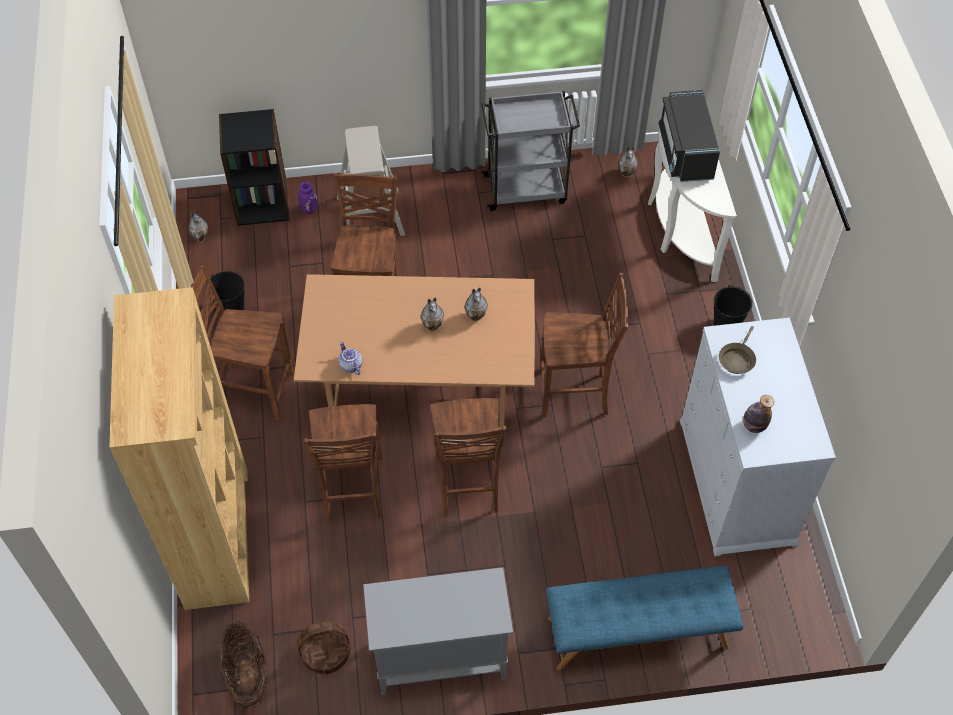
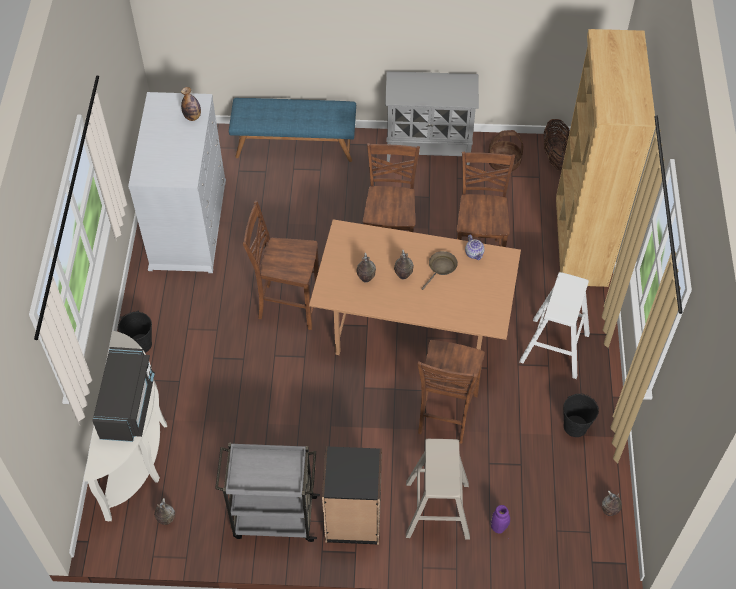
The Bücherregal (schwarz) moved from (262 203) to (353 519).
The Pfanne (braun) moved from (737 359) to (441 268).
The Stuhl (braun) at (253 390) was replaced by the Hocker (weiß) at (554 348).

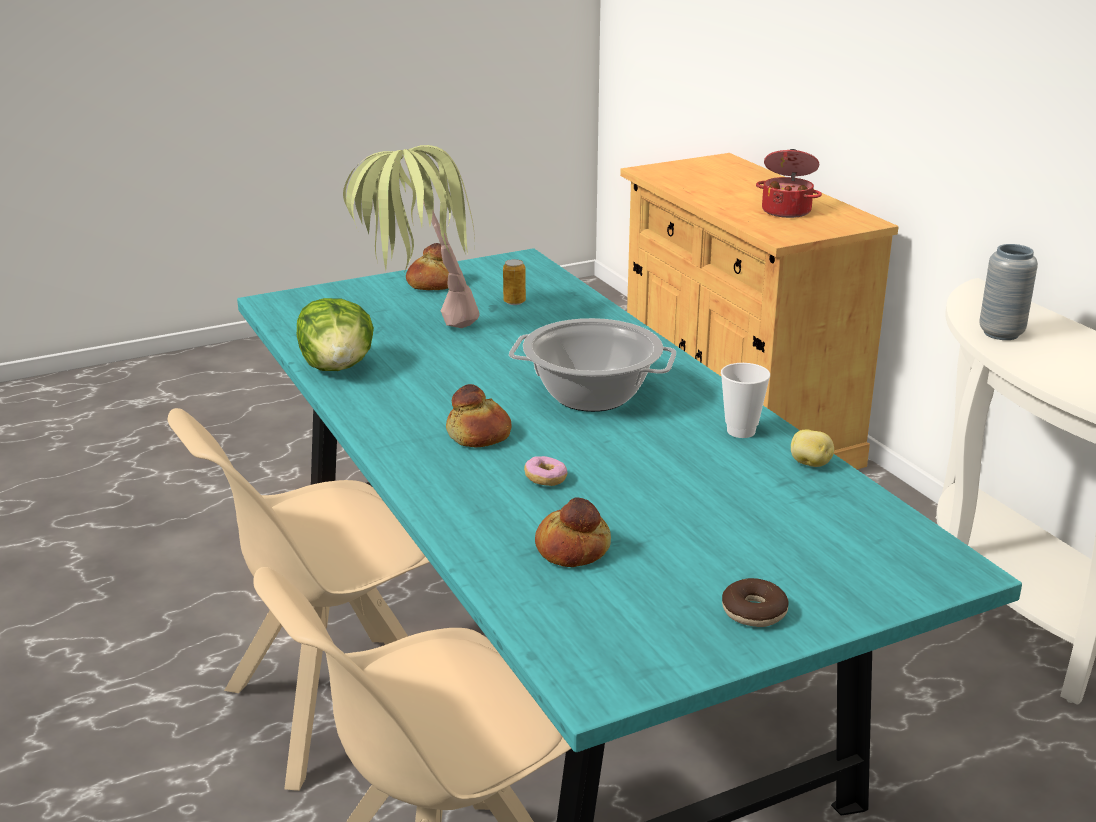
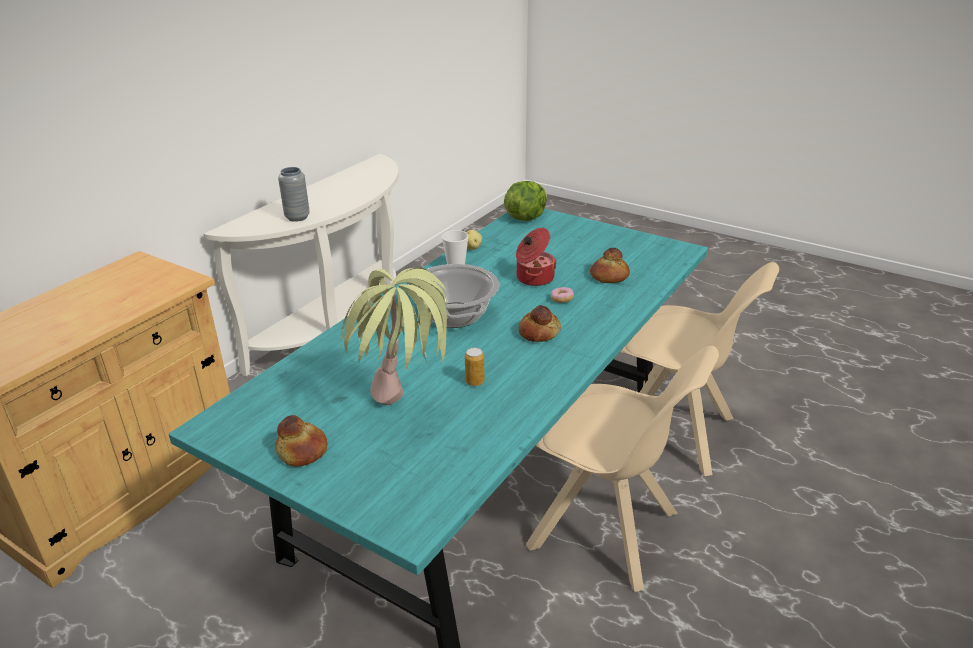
The Donut at (754 612) disappeared.
The Salatkopf moved from (338 367) to (525 217).
The Dose moved from (514 302) to (475 382).
The Kochtopf moved from (787 210) to (534 278).

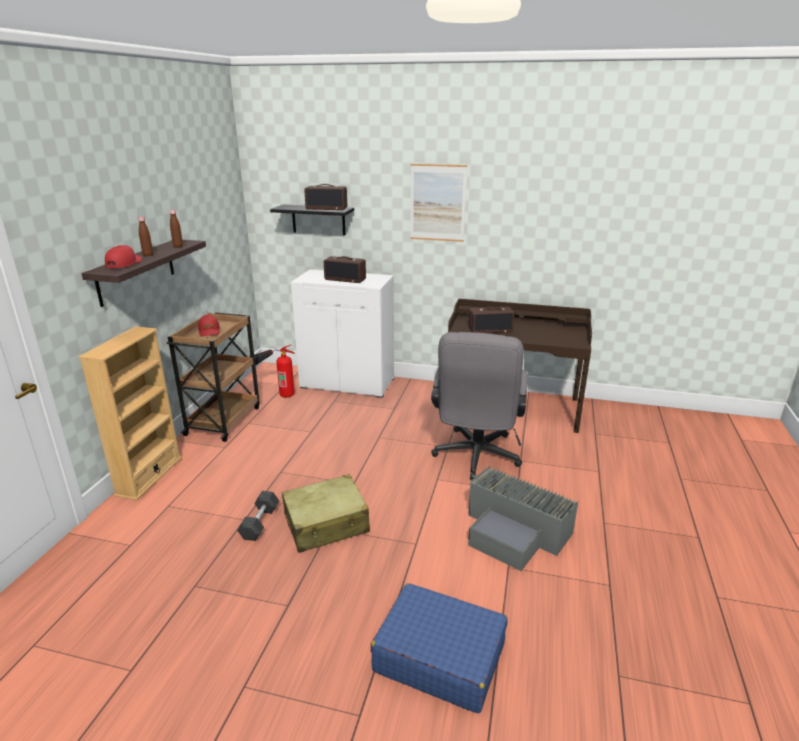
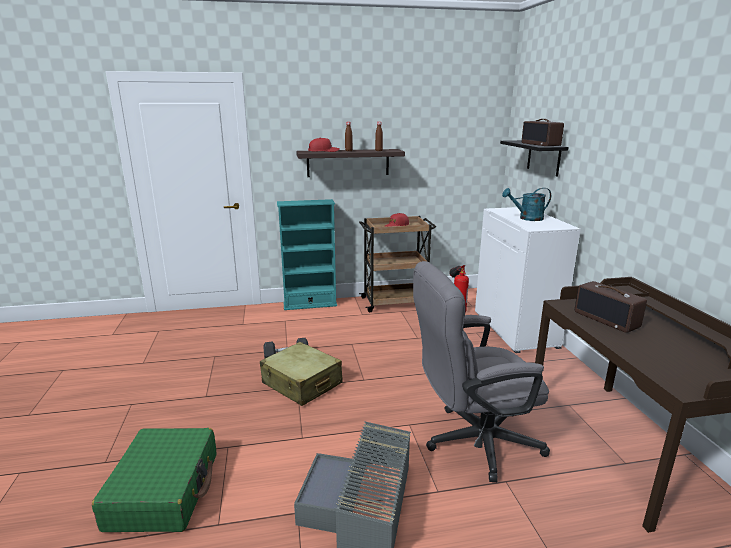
The Bild at (437 203) disappeared.
The Radio at (345 279) was replaced by the Gießkanne (türkis) at (527 218).
The Bücherregal (beige) at (149 476) became the Bücherregal (türkis) at (310 304).
The Koffer (blau) at (439 657) became the Koffer (grün) at (164 490).

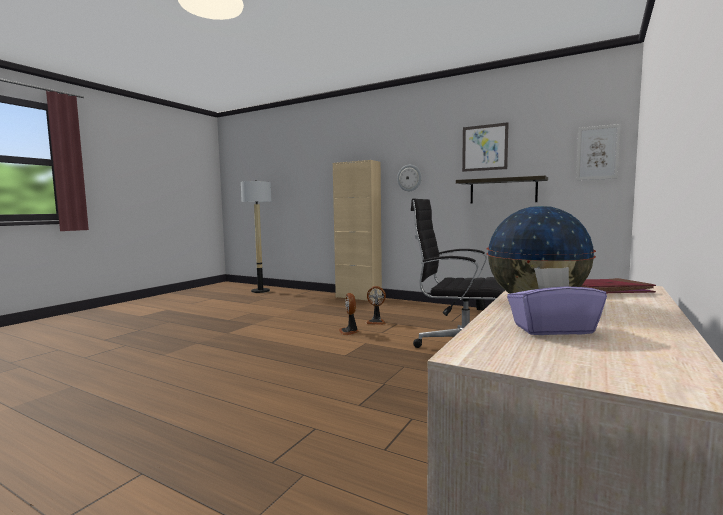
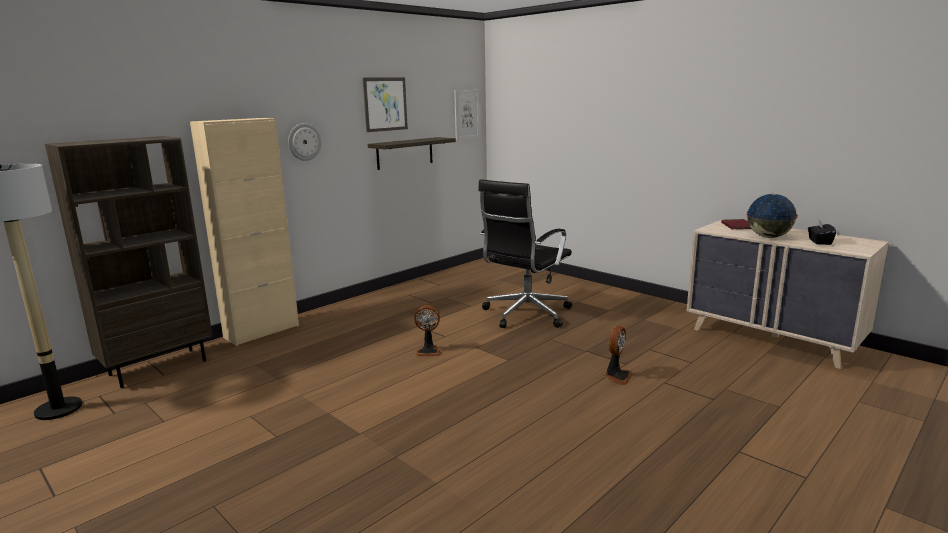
The Bücherregal (braun) at (159 367) appeared.
The Ventilator moved from (376 322) to (617 376).
The Taschentuchbox (lila) at (552 329) became the Taschentuchbox (schwarz) at (819 242).

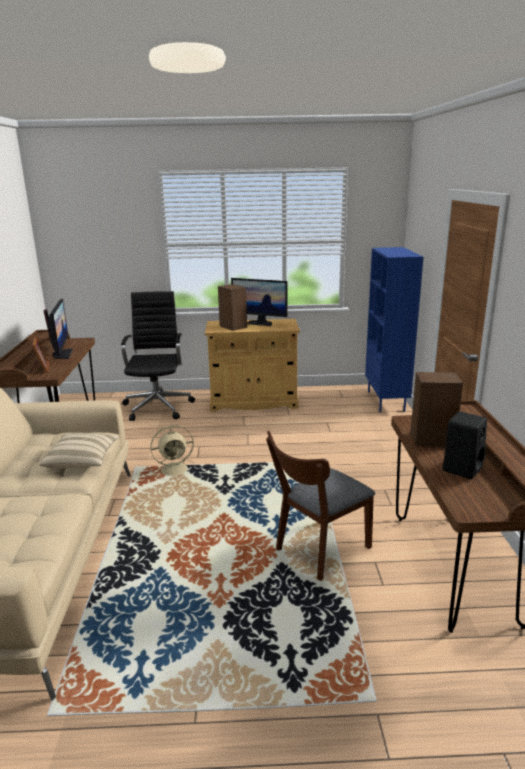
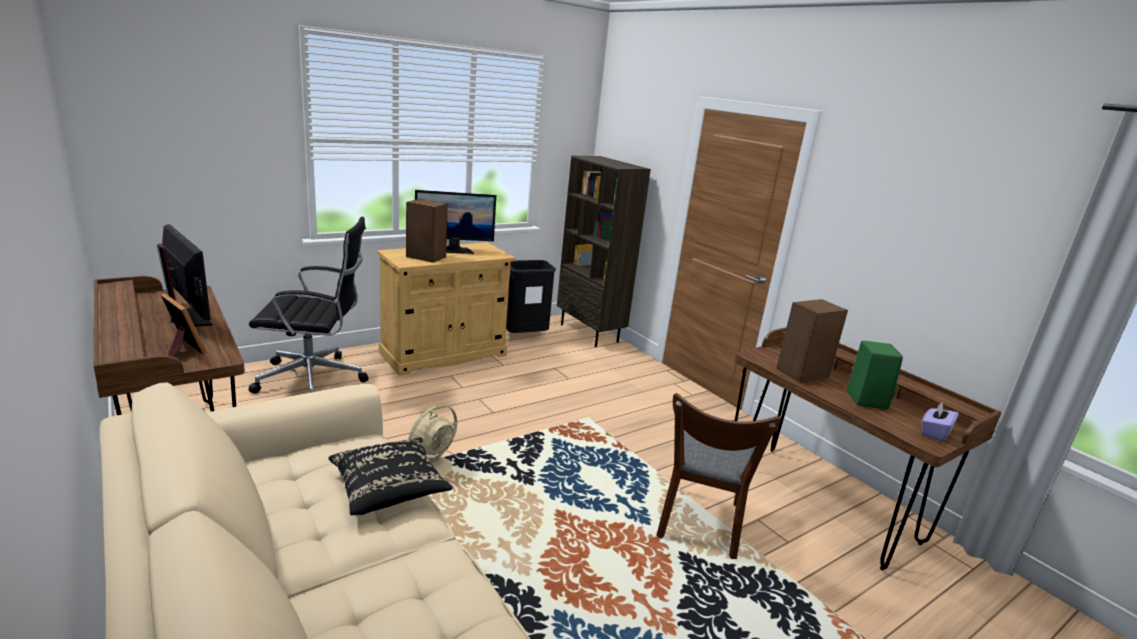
The Mülleimer (schwarz) at (524 336) appeared.
The Taschentuchbox (lila) at (934 432) appeared.
The Kissen (beige) at (82 461) became the Kissen (schwarz) at (389 490).
The Bücherregal (blau) at (386 401) became the Bücherregal (braun) at (590 333).
The Lautsprecher (schwarz) at (462 468) became the Lautsprecher (grün) at (865 399).
The Bürostuhl (schwarz) at (158 406) turned 120 degrees clockwise.

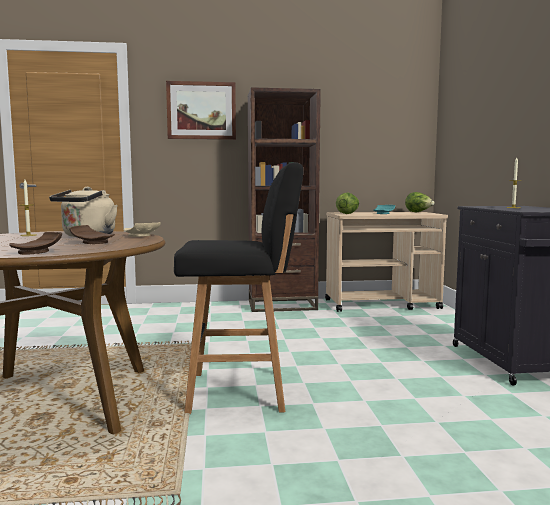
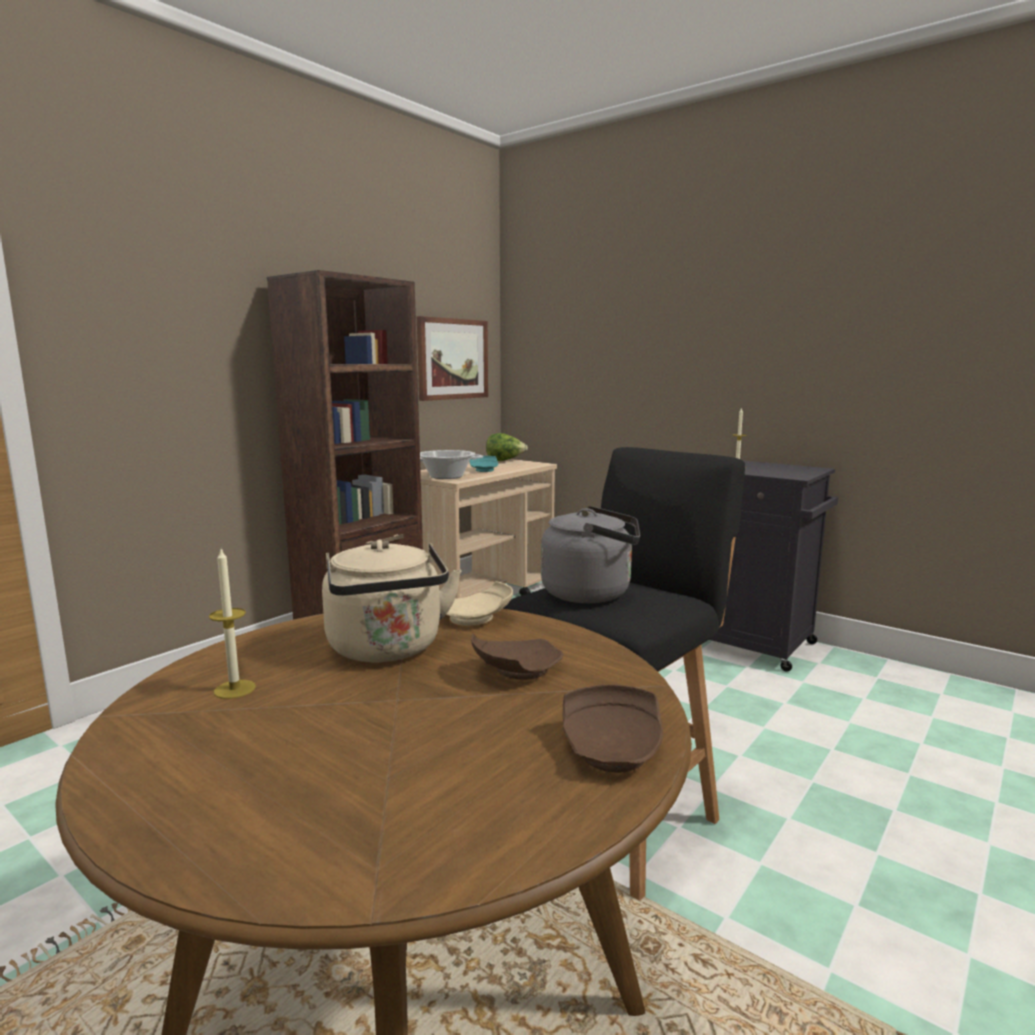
The Wasserkessel (grau) at (592 593) appeared.
The Bild moved from (201 111) to (452 359).
The Salatkopf at (348 214) was replaced by the Kochtopf at (446 476).

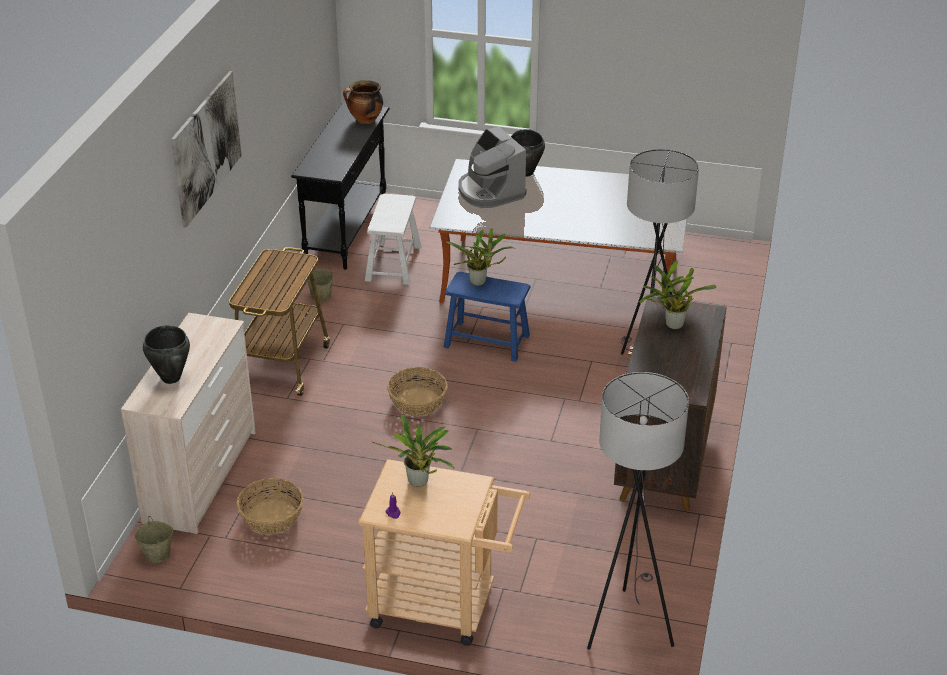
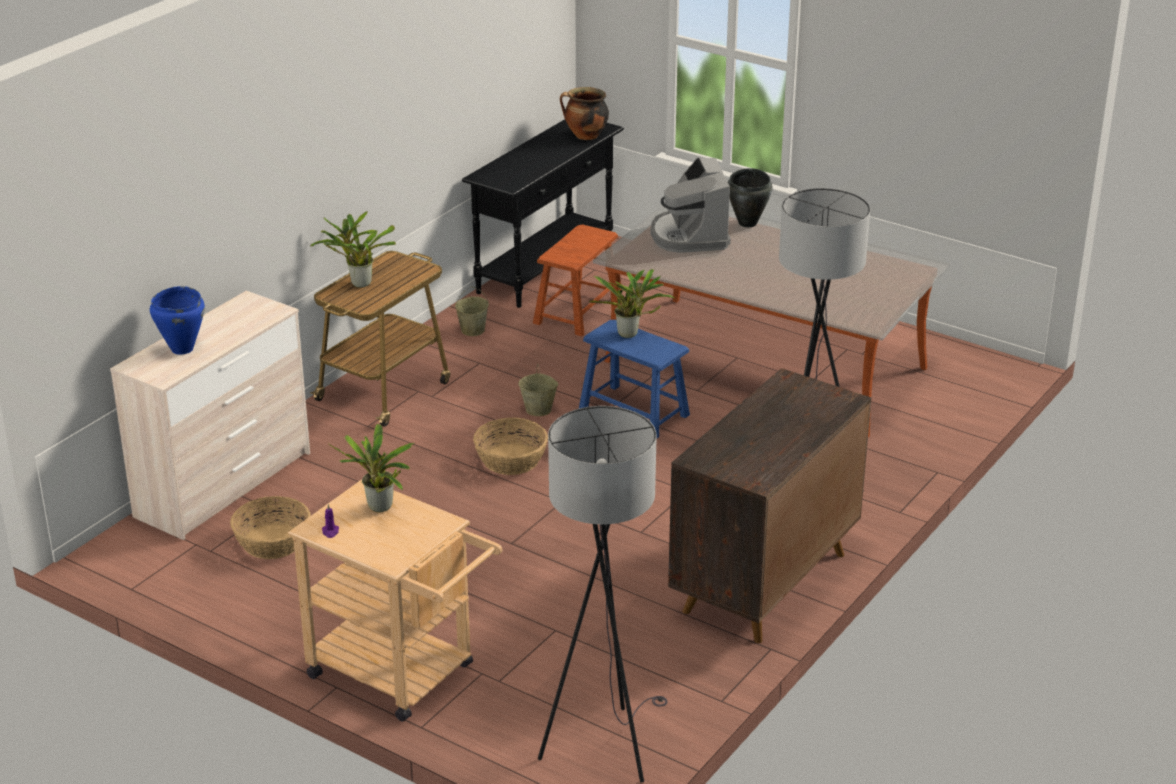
The Bild at (206 147) disappeared.
The Eimer (beige) moved from (158 554) to (539 410).
The Topfpflanze moved from (671 325) to (358 283).
The Kochtopf (schwarz) at (170 378) became the Kochtopf (blau) at (181 349).
The Hocker (weiß) at (393 263) became the Hocker (braun) at (577 311).

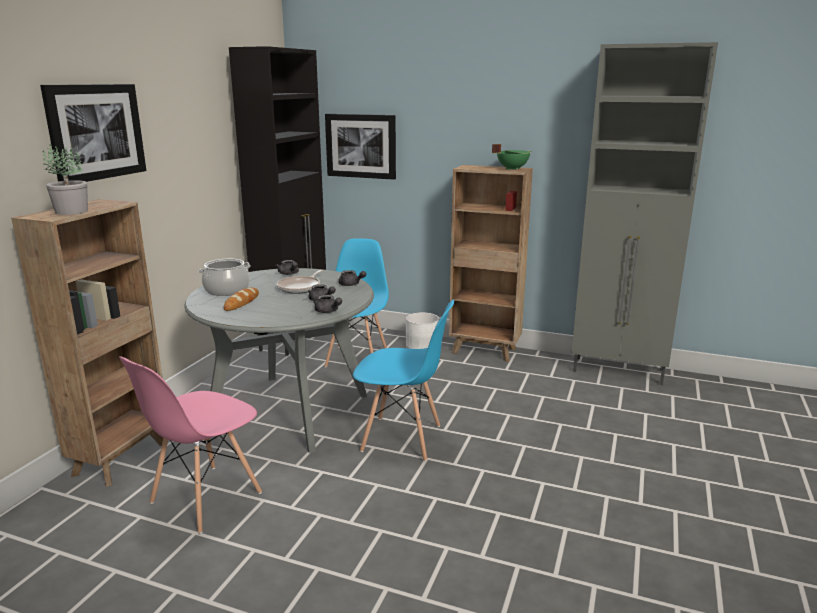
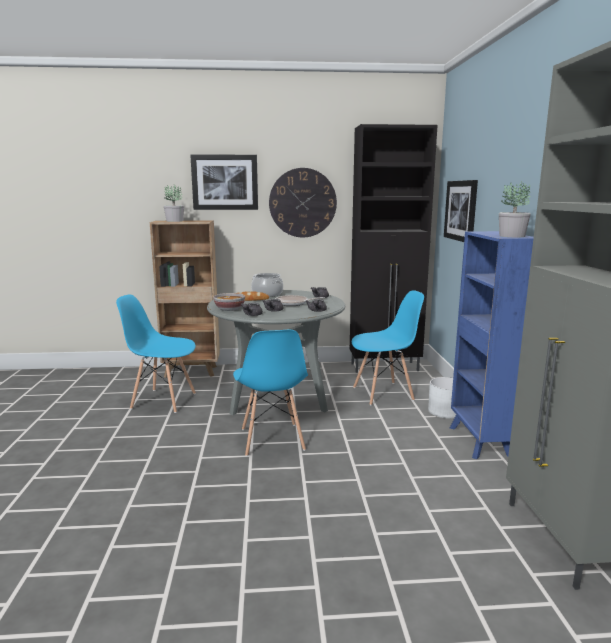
The Schüssel at (230 309) appeared.
The Wanduhr at (302 203) appeared.
The Kochtopf (grün) at (512 169) was replaced by the Topfpflanze at (511 236).
The Stuhl (rosa) at (205 498) became the Stuhl (blau) at (163 400).
The Bücherregal (braun) at (485 351) became the Bücherregal (blau) at (480 442).

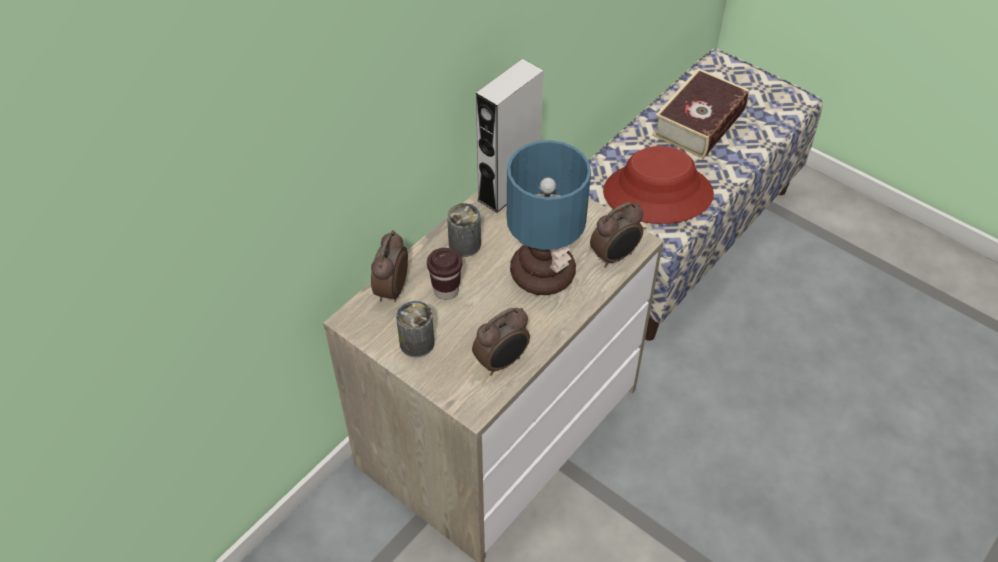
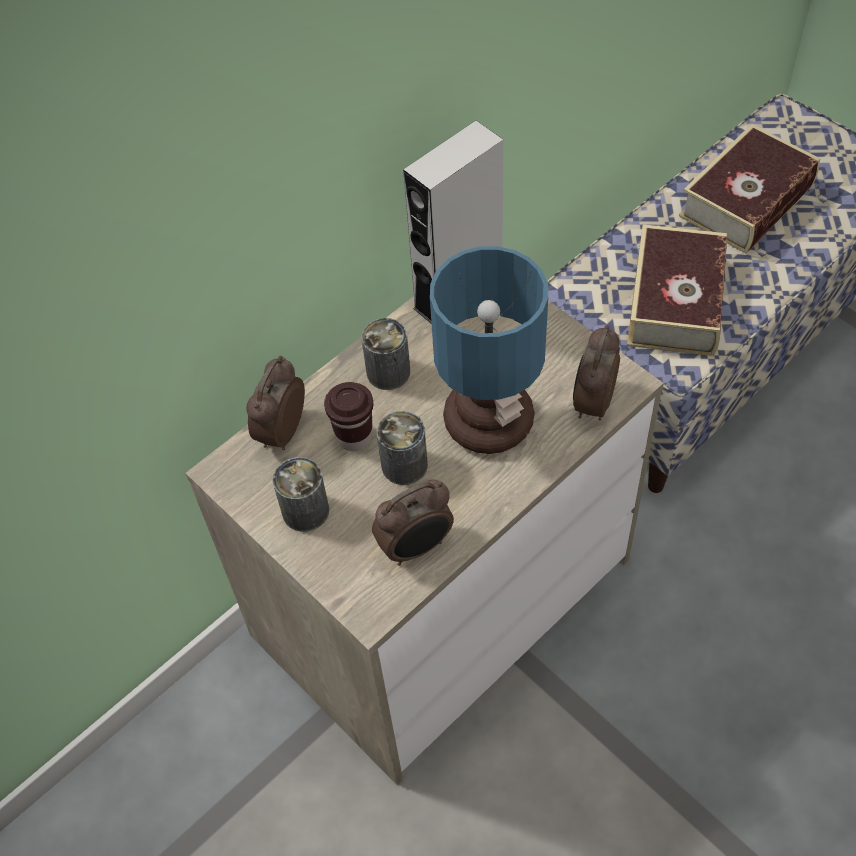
The Dose at (404 465) appeared.
The Hut (rot) at (657 194) was replaced by the Buch at (676 302).
The Wecker at (615 256) turned 135 degrees clockwise.

